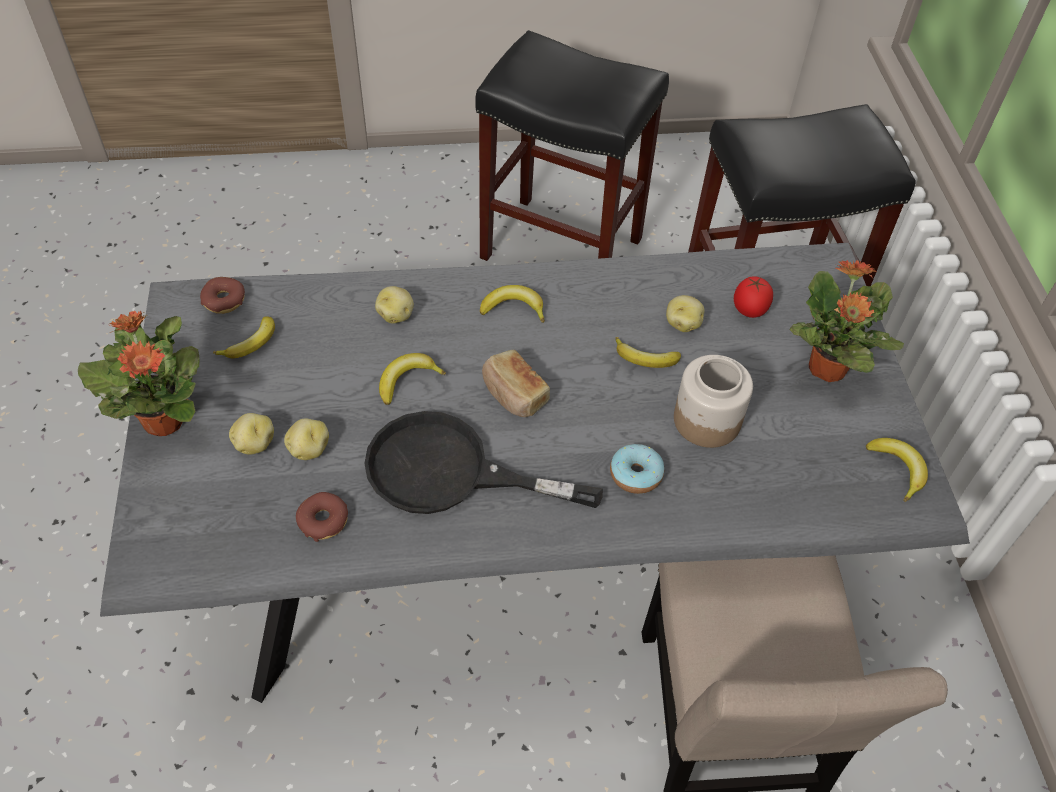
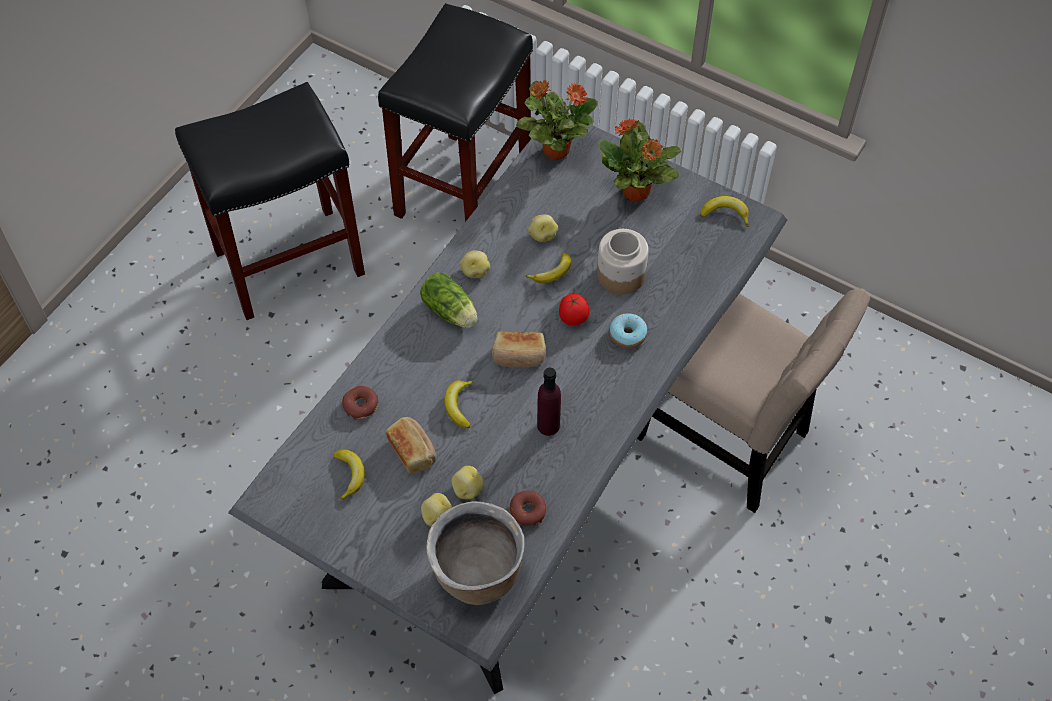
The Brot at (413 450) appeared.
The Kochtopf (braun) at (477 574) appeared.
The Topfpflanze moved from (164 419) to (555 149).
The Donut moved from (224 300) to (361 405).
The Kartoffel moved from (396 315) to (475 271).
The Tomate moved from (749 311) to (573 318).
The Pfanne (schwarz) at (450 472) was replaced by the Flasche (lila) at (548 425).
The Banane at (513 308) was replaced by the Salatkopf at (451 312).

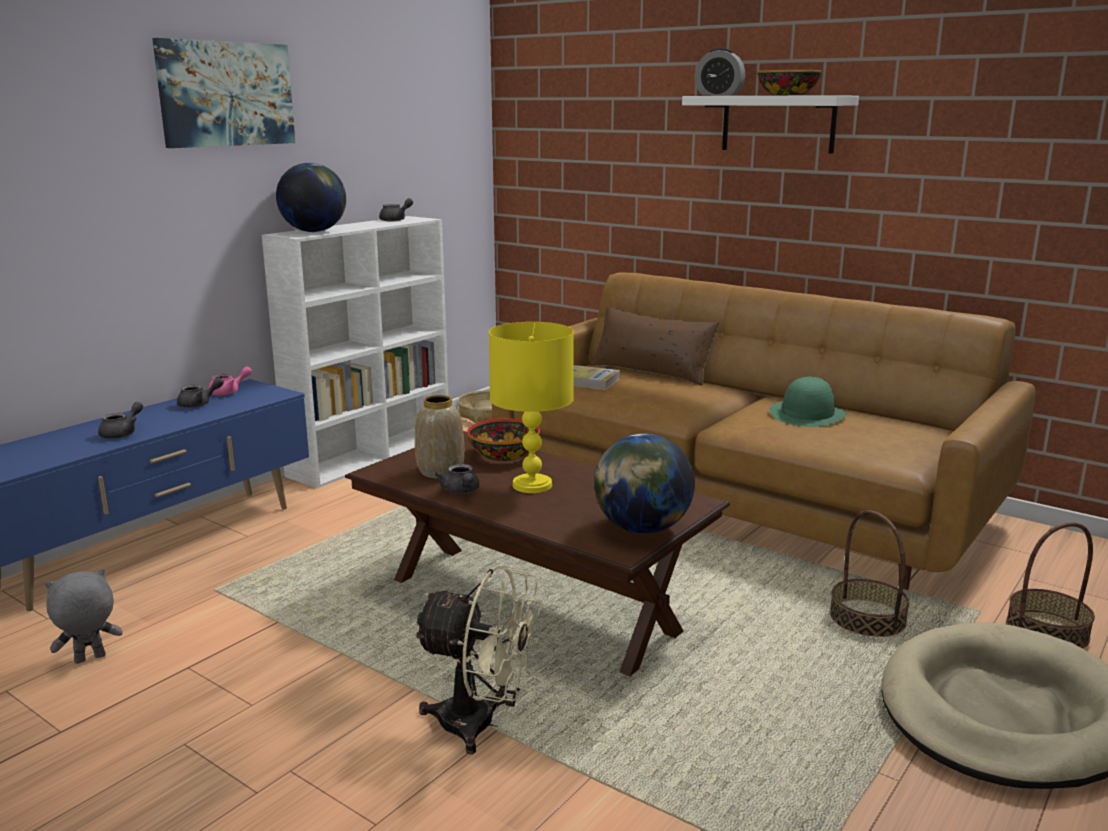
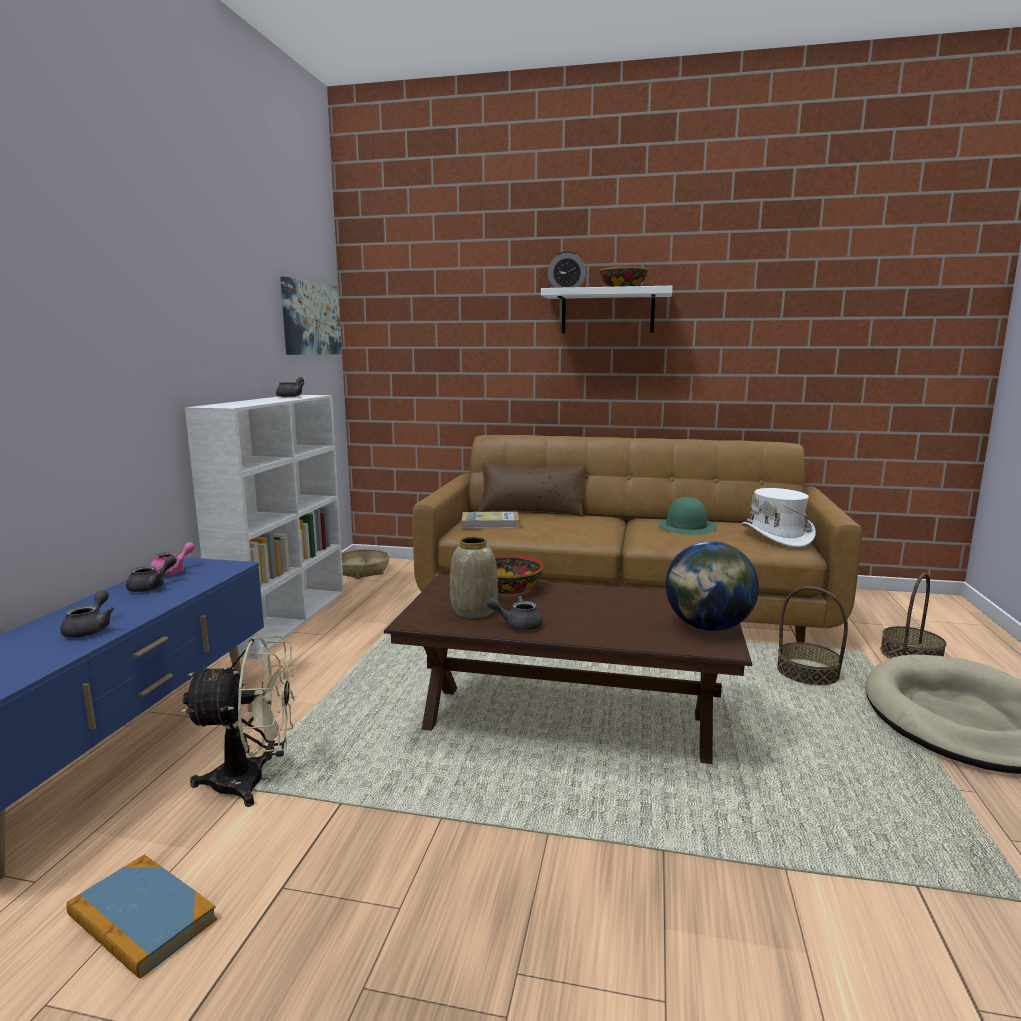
The Globus at (314 231) disappeared.
The Tischlampe (gelb) at (532 485) disappeared.
The Hut (weiß) at (777 536) appeared.
The Bild moved from (226 94) to (310 318).
The Ventilator (beige) moved from (481 725) to (253 781).
The Plüschtier (grau) at (89 659) was replaced by the Buch at (142 918).
The Teekanne (grau) at (461 491) turned 135 degrees clockwise.

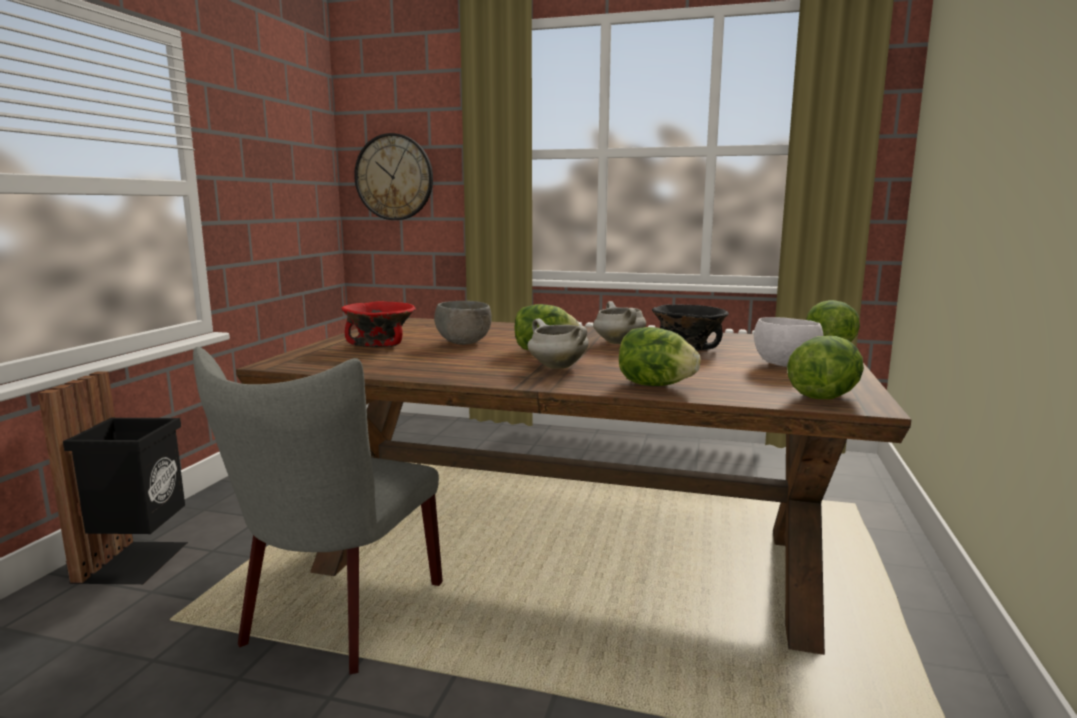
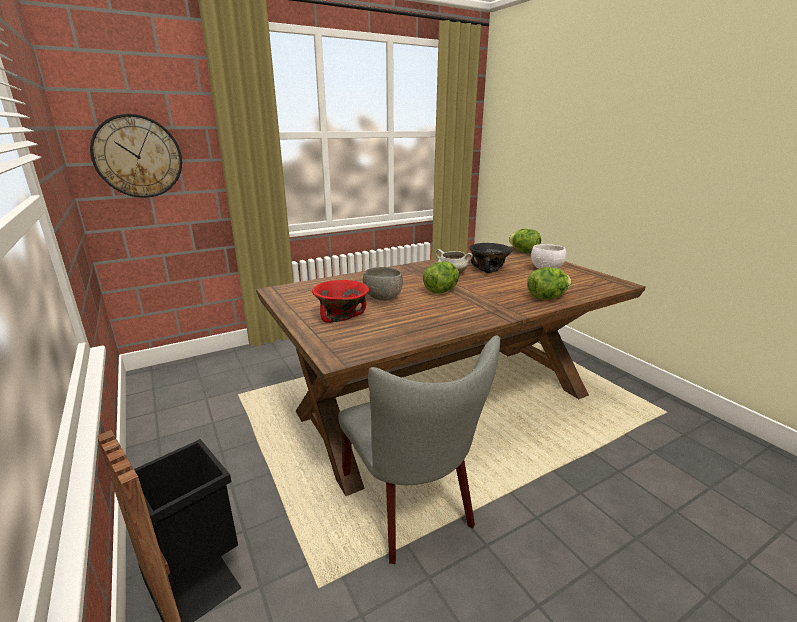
The Kochtopf (weiß) at (556 367) disappeared.
The Salatkopf at (824 396) disappeared.

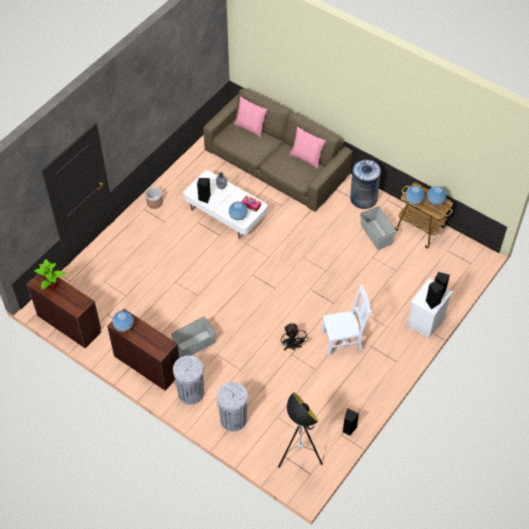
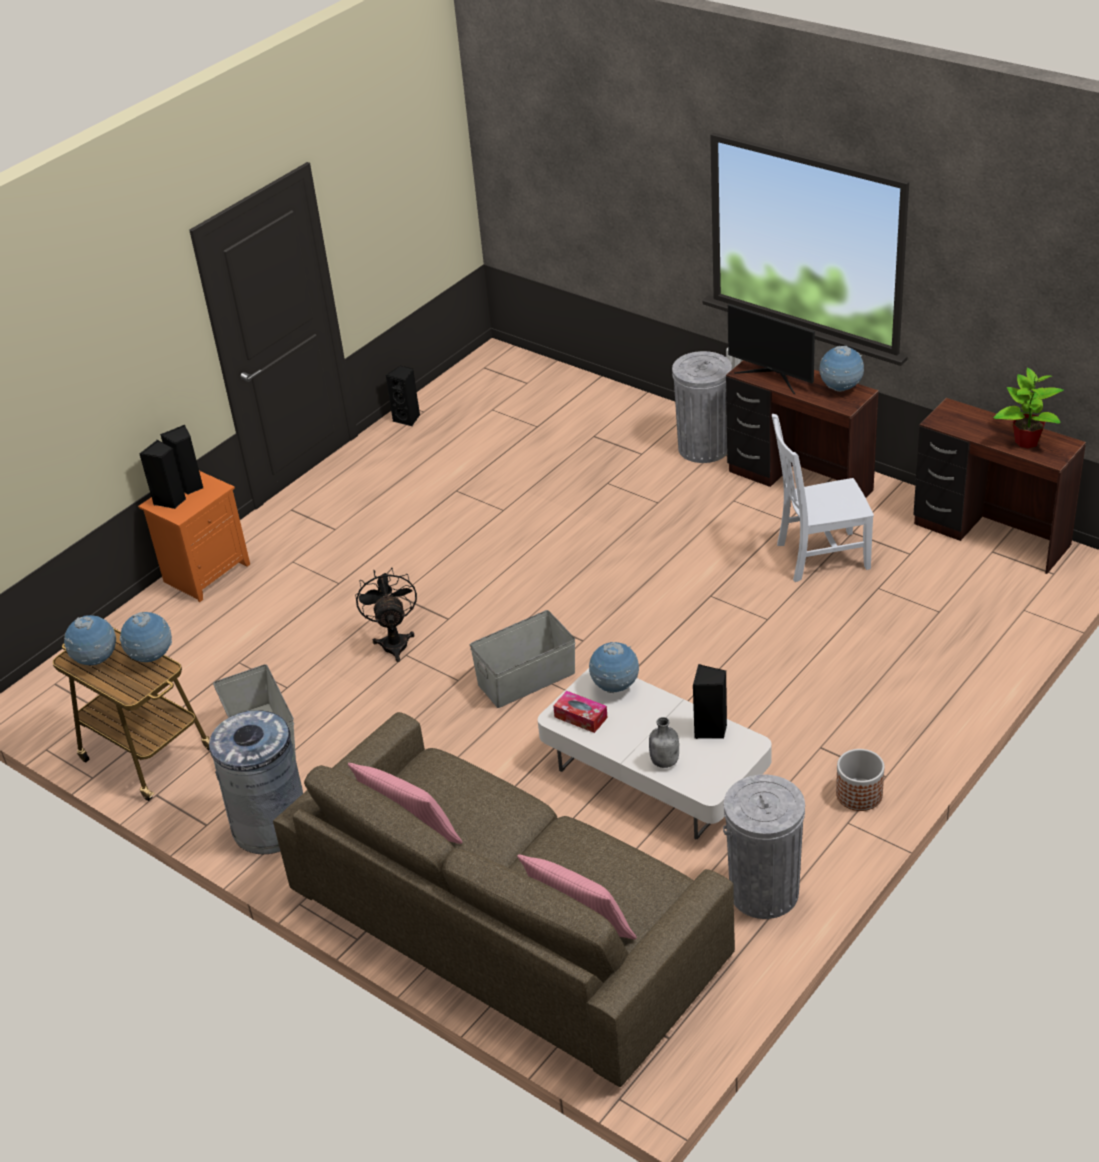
The Stehlampe at (299 455) disappeared.
The Monitor at (772 376) appeared.
The Aufbewahrungsbox (grau) moved from (194 344) to (527 679).
The Mülleimer (grau) moved from (233 419) to (764 891).
The Ventilator (schwarz) moved from (292 347) to (394 641).
The Stuhl (weiß) moved from (343 340) to (819 556).
The Nachttisch (weiß) at (426 322) became the Nachttisch (orange) at (206 572).

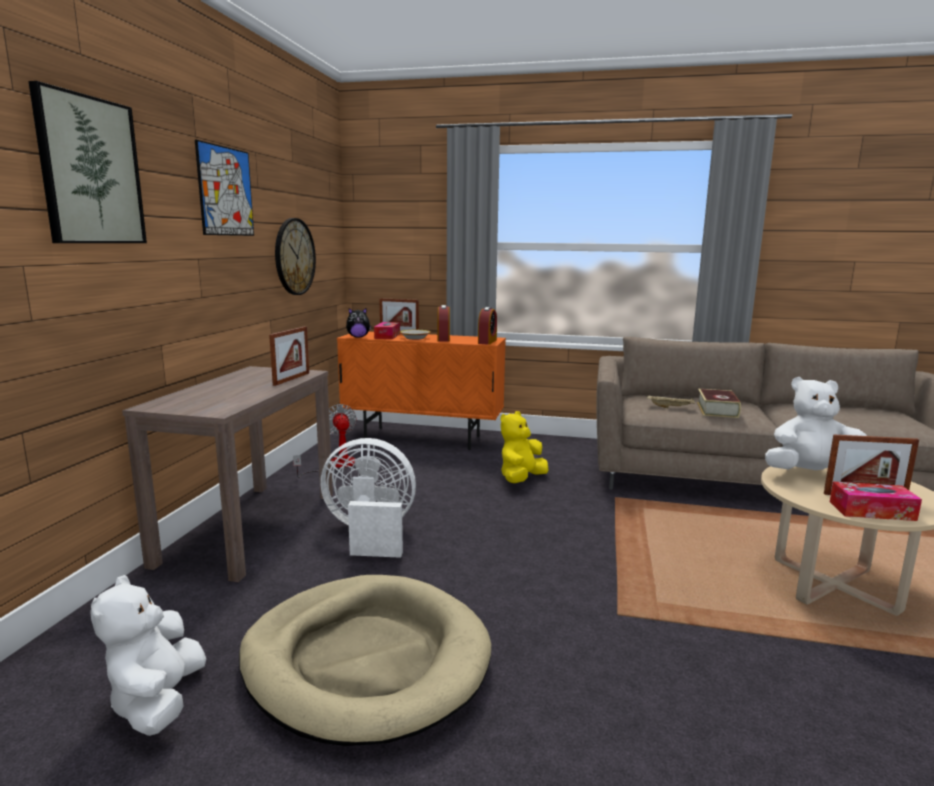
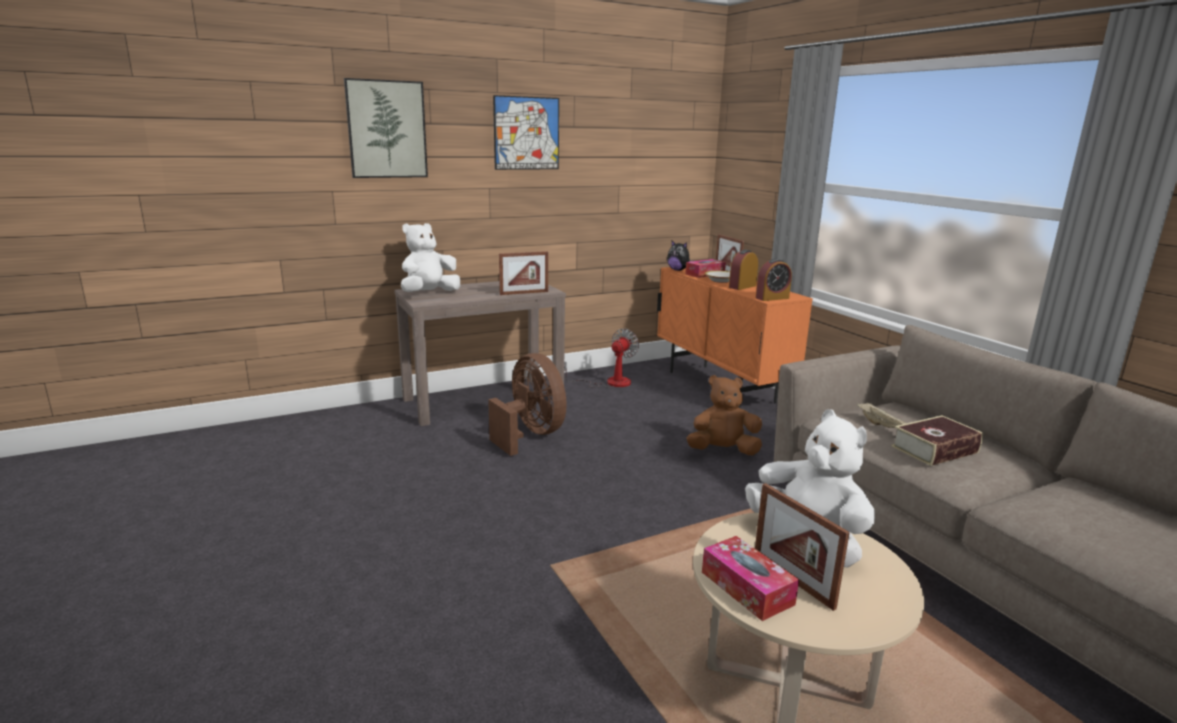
The Hundebett (beige) at (366 660) disappeared.
The Wanduhr at (294 257) disappeared.
The Plüschtier (weiß) moved from (158 702) to (429 293).
The Ventilator (weiß) at (370 534) became the Ventilator (braun) at (530 435).
The Plüschtier (gelb) at (521 479) became the Plüschtier (braun) at (722 451).

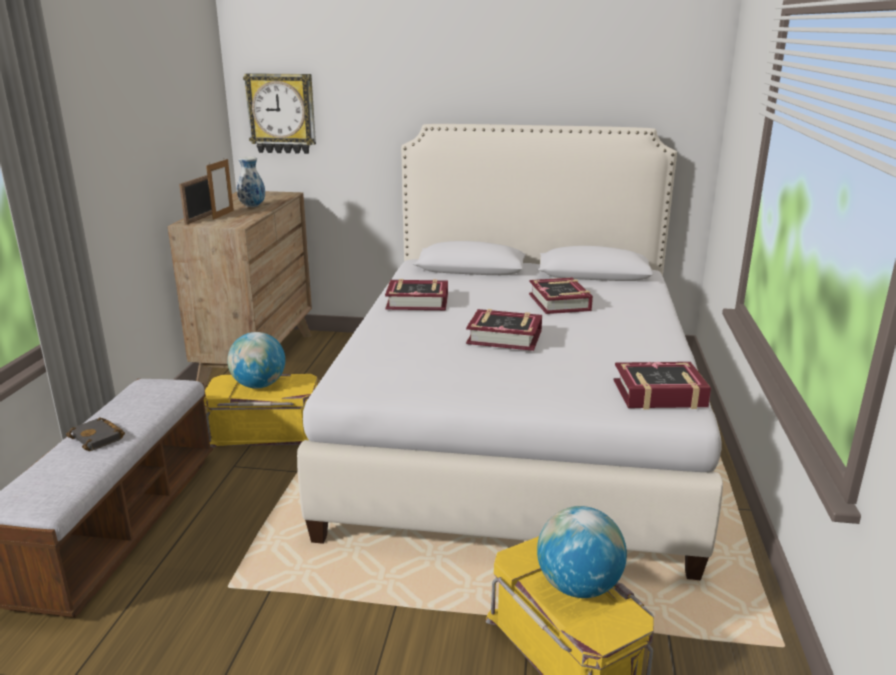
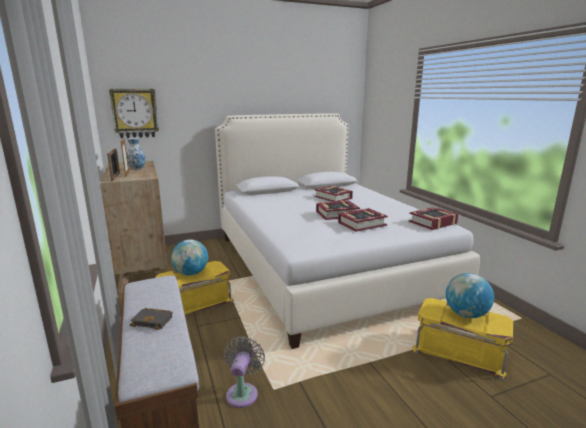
The Ventilator (grau) at (243 392) appeared.
The Buch moved from (417 302) to (361 224).

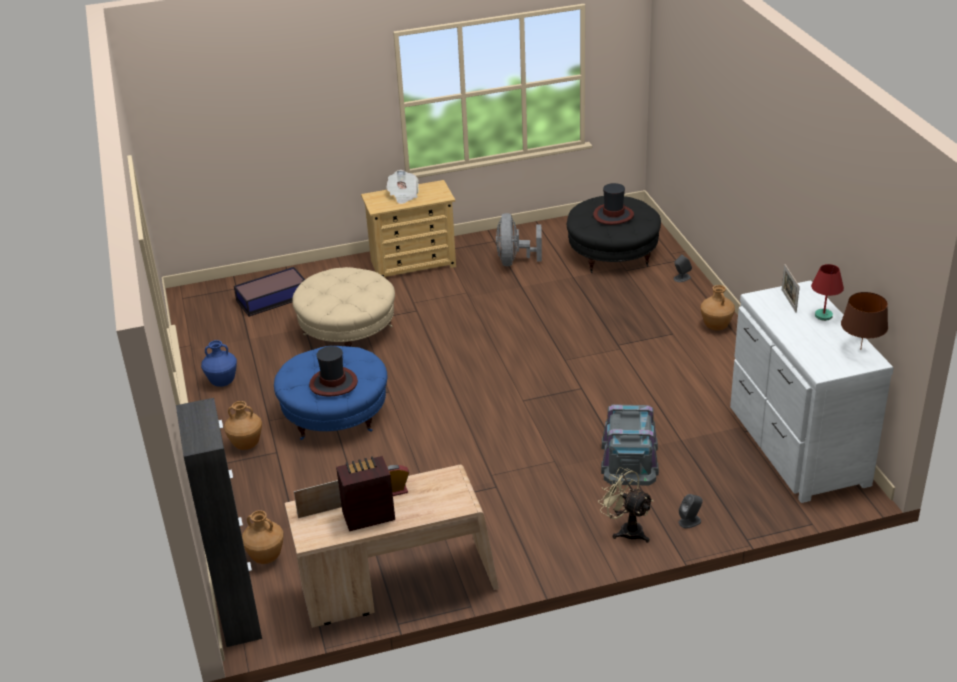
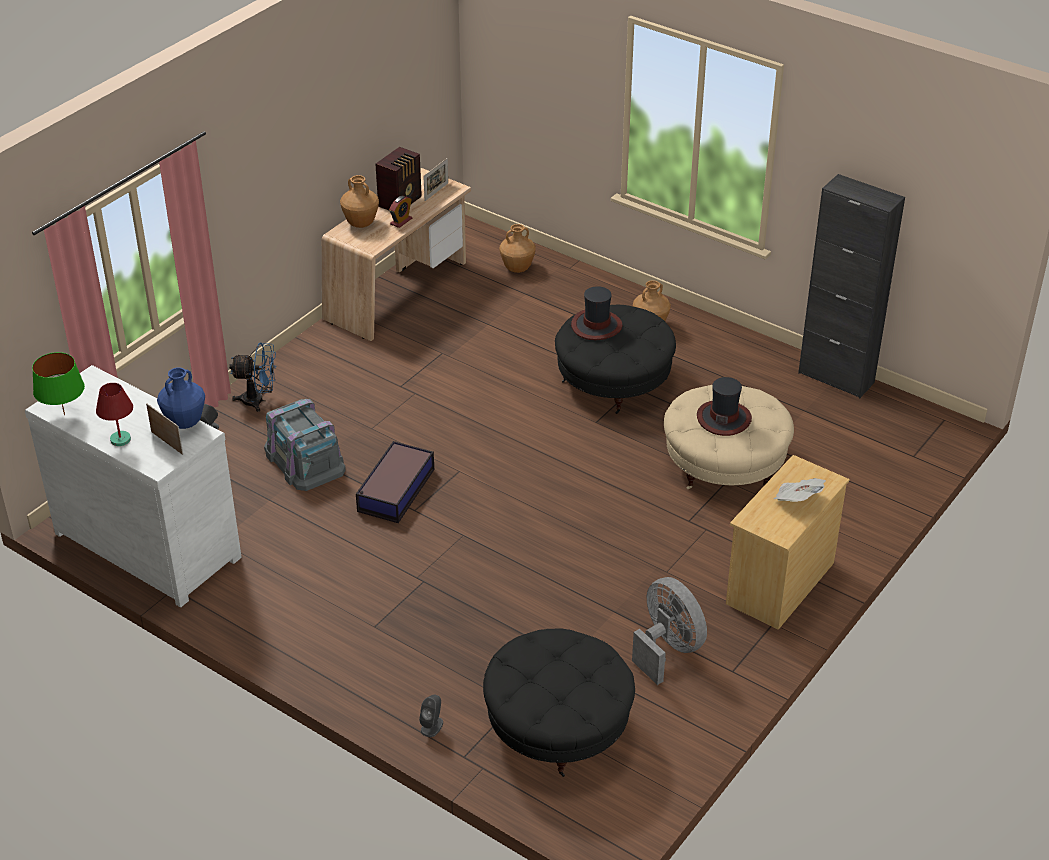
The Schrank (schwarz) moved from (239 615) to (836 377).
The Vase (blau) moved from (222 382) to (185 422).
The Aufbewahrungsbox moved from (273 298) to (395 491).
The Hut moved from (613 215) to (724 418).
The Vase (braun) moved from (716 327) to (361 224).
The Polsterhocker (blau) at (335 415) became the Polsterhocker (schwarz) at (614 381).
The Ventilator (beige) at (626 530) became the Ventilator (blau) at (258 400).
The Tischlampe (braun) at (860 350) became the Tischlampe (grün) at (64 414).

